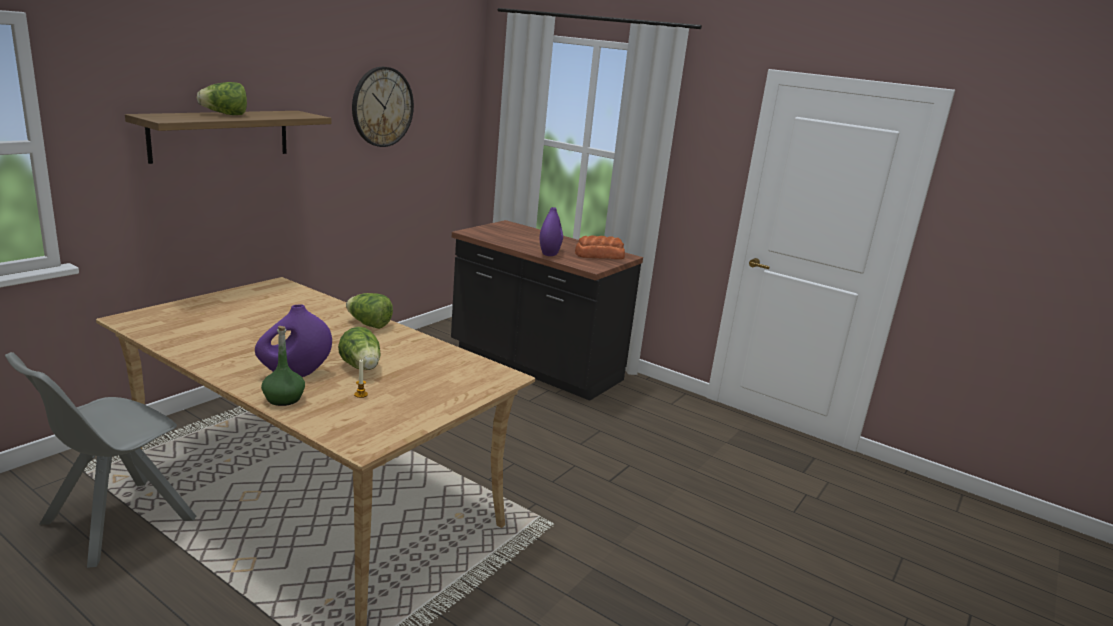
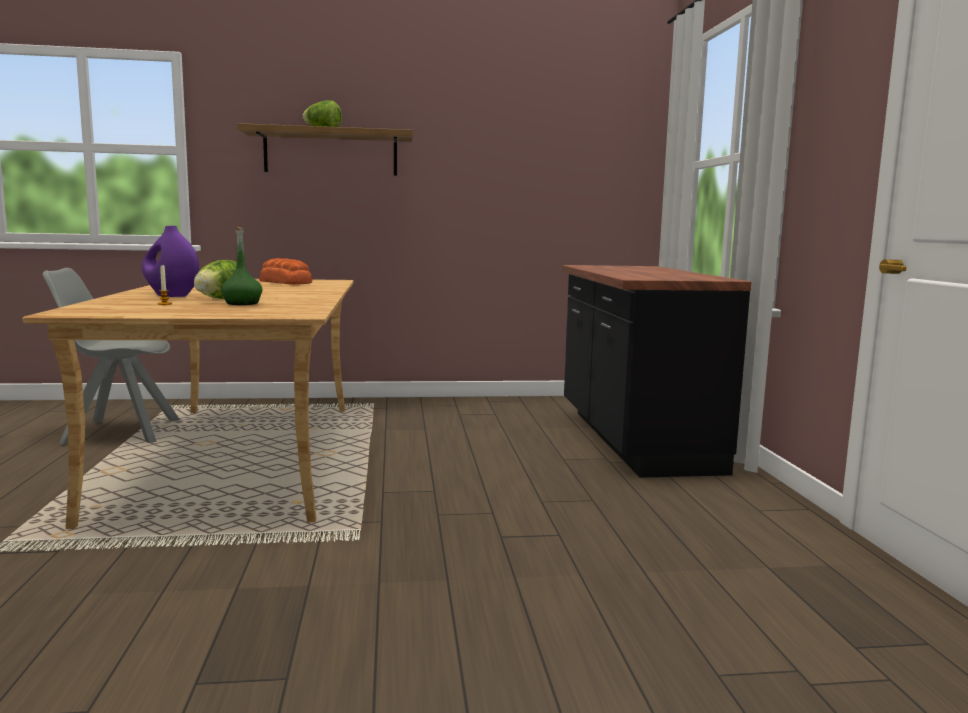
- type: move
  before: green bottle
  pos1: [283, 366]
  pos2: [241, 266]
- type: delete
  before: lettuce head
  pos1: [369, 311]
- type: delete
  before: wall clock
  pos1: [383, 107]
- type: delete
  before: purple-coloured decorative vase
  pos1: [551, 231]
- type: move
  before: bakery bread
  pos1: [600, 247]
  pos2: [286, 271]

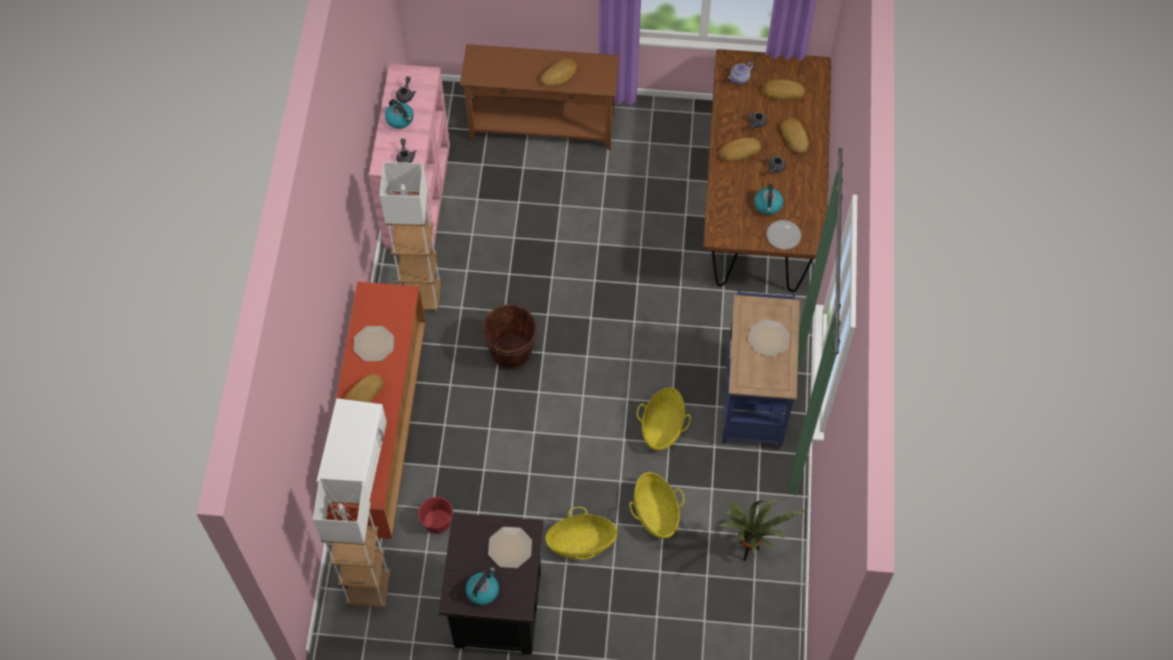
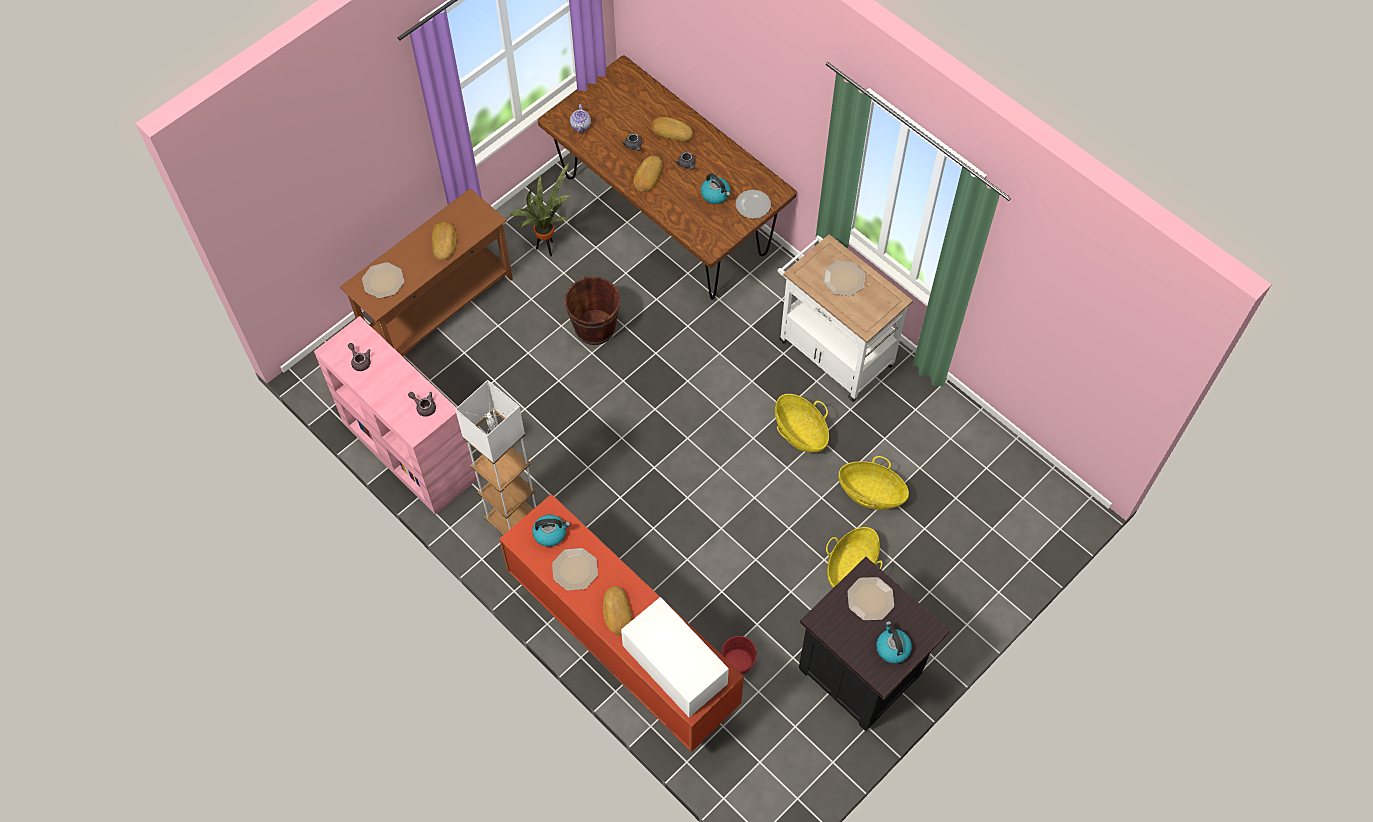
- type: delete
  before: white standing lamp
  pos1: [352, 543]
- type: move
  before: tea kettle
  pos1: [399, 114]
  pos2: [551, 531]
- type: move
  before: brown pail
  pos1: [509, 337]
  pos2: [592, 310]
- type: move
  before: houseplant
  pos1: [762, 528]
  pos2: [540, 210]
- type: recolor
  before: blue trolley
  after: white trolley
  pos1: [760, 370]
  pos2: [845, 318]
- type: delete
  before: bakery bread
  pos1: [783, 89]
- type: insert
  after: dinner plate
  pos2: [383, 280]

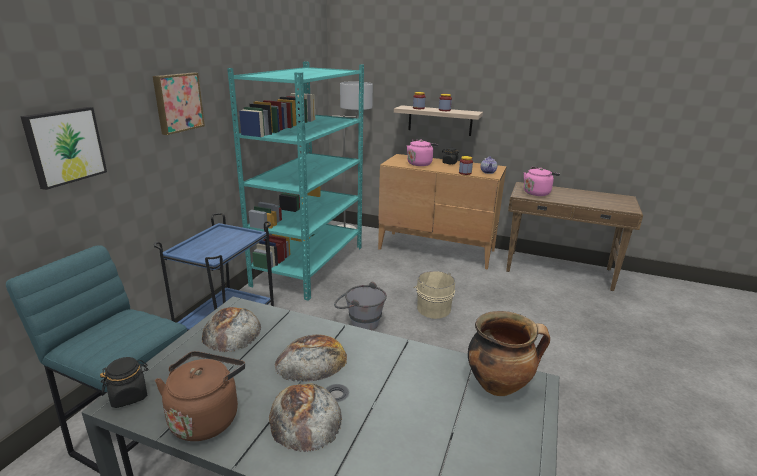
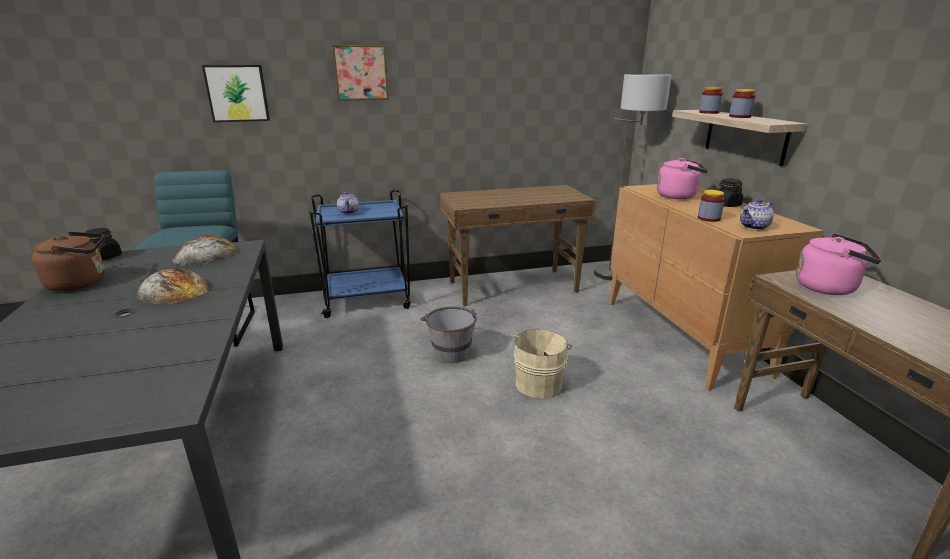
- type: replace
  before: blue-green shelving unit
  after: brown hall table
  pos1: [295, 181]
  pos2: [518, 245]
- type: delete
  before: bakery bread
  pos1: [305, 417]
- type: delete
  before: stockpot
  pos1: [509, 353]
- type: insert
  after: teapot
  pos2: [348, 203]

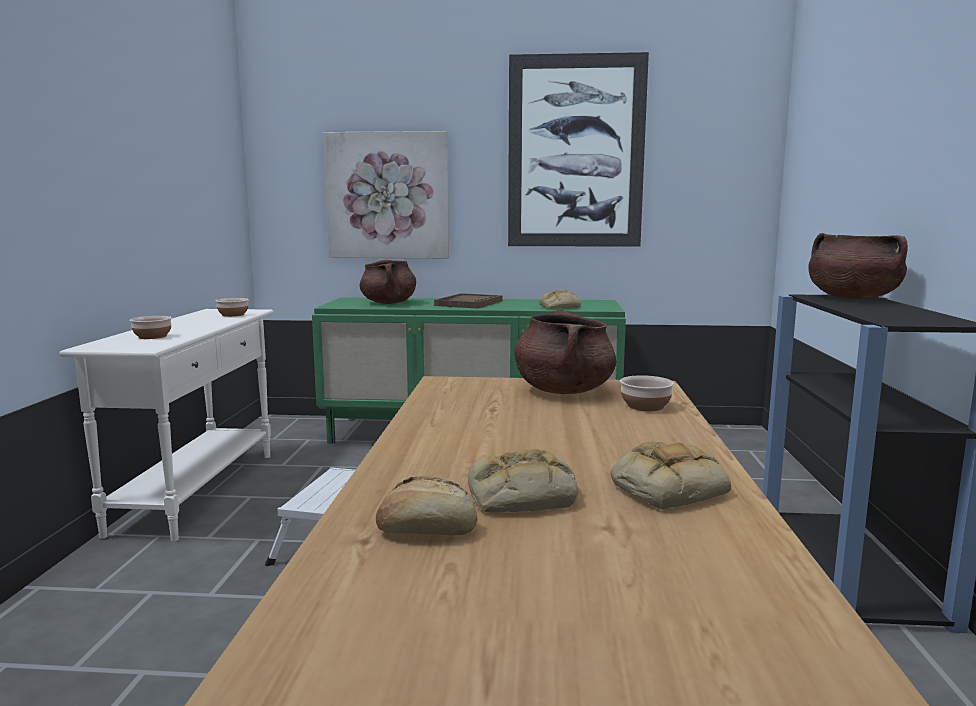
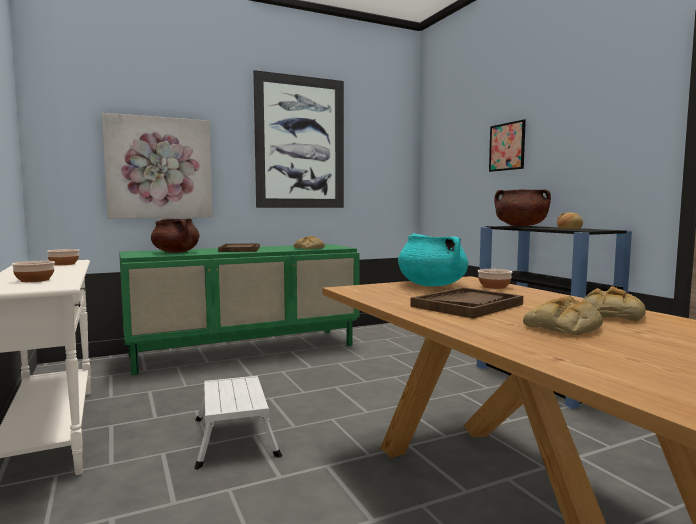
- type: move
  before: bakery bread
  pos1: [426, 505]
  pos2: [570, 220]
- type: recolor
  before: brown stockpot
  after: blue-green stockpot
  pos1: [565, 352]
  pos2: [433, 259]
- type: insert
  after: brown tray
  pos2: [467, 303]
- type: insert
  after: wall art
  pos2: [507, 145]

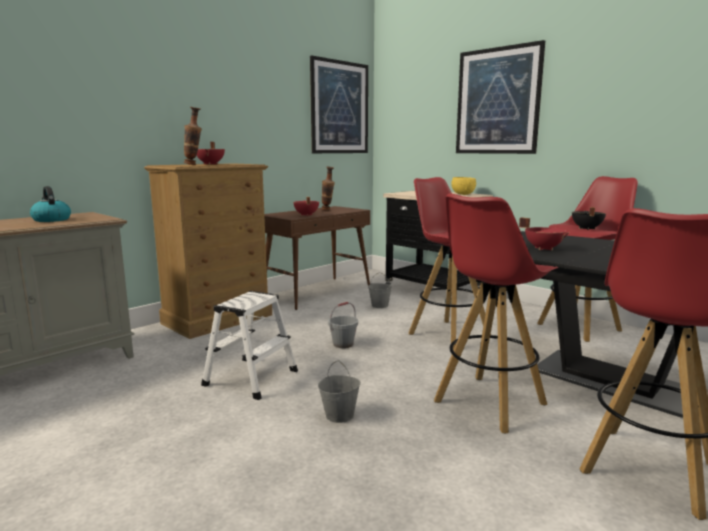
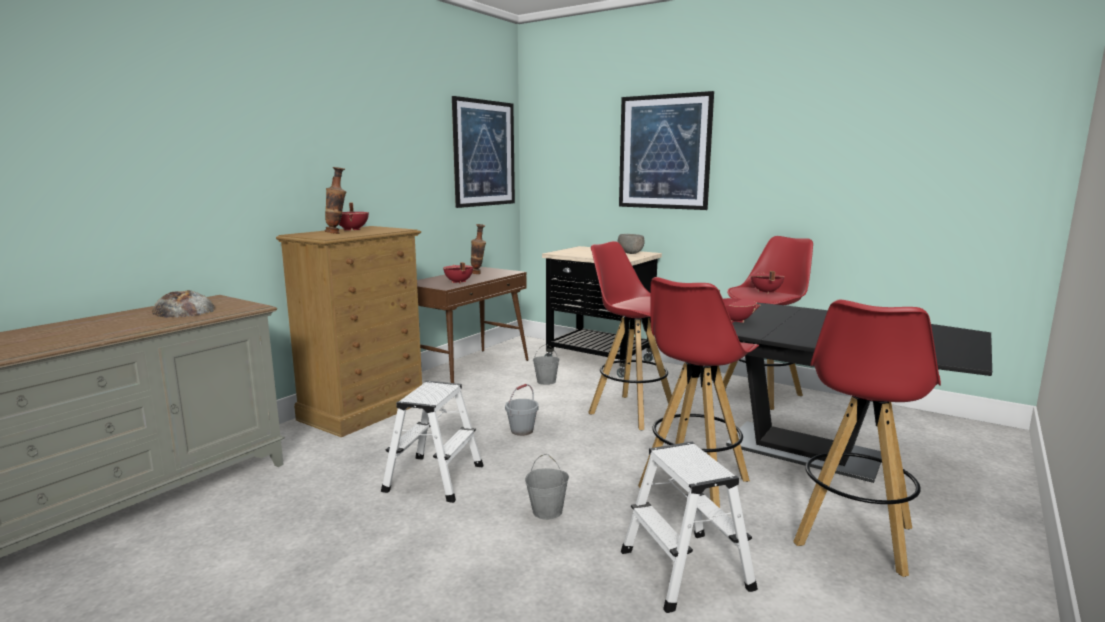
- type: replace
  before: tea kettle
  after: bakery bread
  pos1: [50, 204]
  pos2: [183, 304]
- type: recolor
  before: yellowish serving bowl
  after: gray serving bowl
  pos1: [463, 186]
  pos2: [631, 244]
- type: recolor
  before: blackish stockpot
  after: reddish stockpot
  pos1: [589, 218]
  pos2: [767, 282]
- type: insert
  after: white step ladder
  pos2: [689, 527]

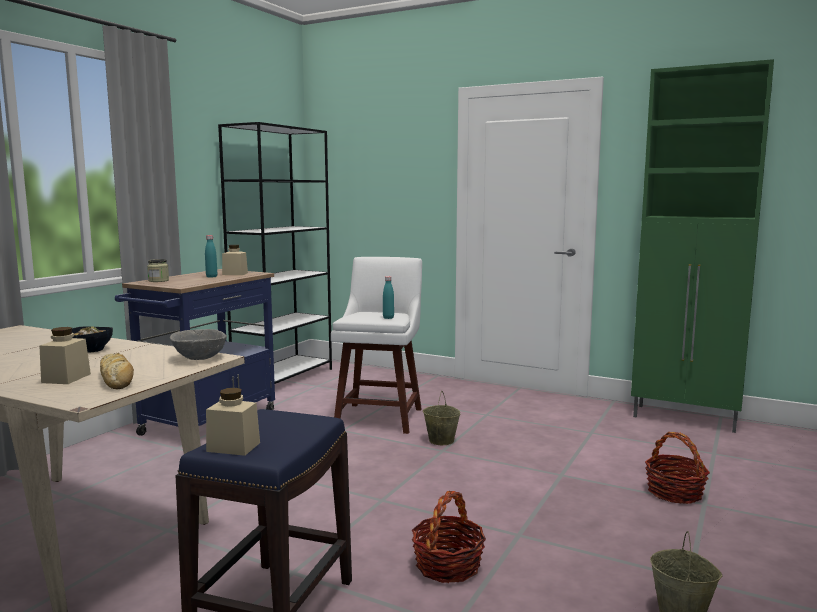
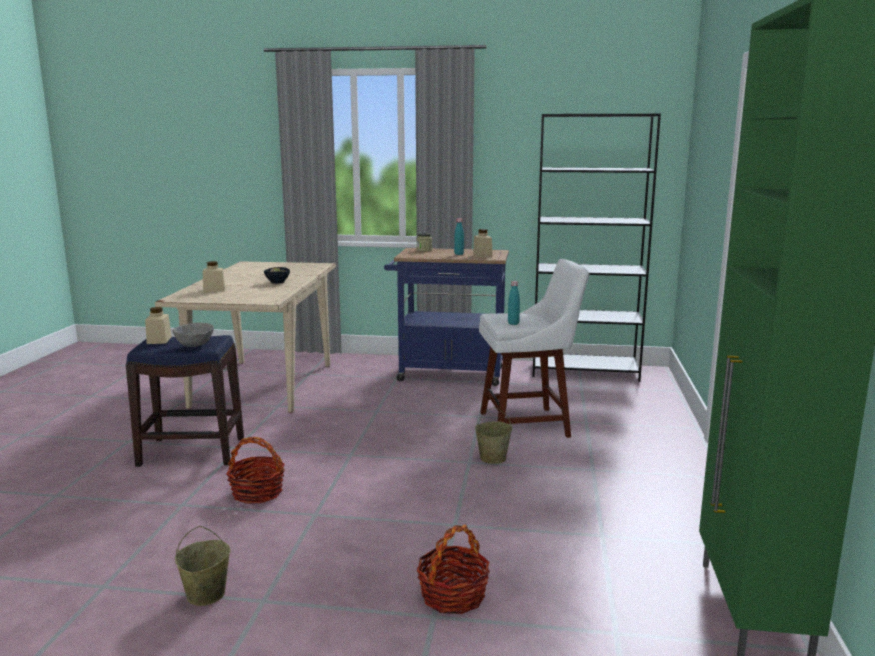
- type: delete
  before: bakery bread
  pos1: [117, 371]
- type: move
  before: gray serving bowl
  pos1: [198, 344]
  pos2: [193, 334]

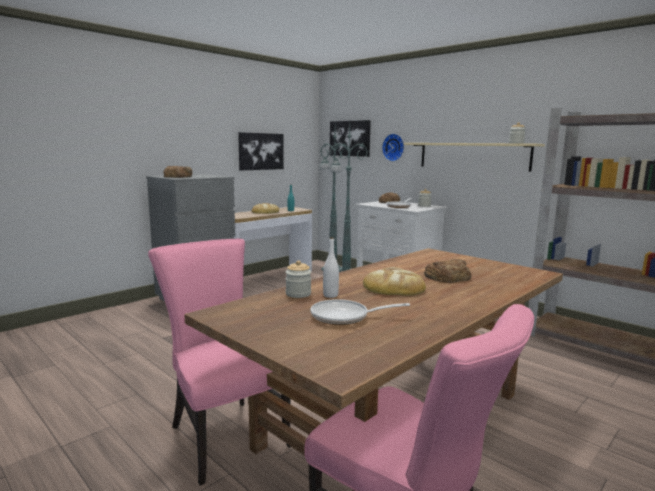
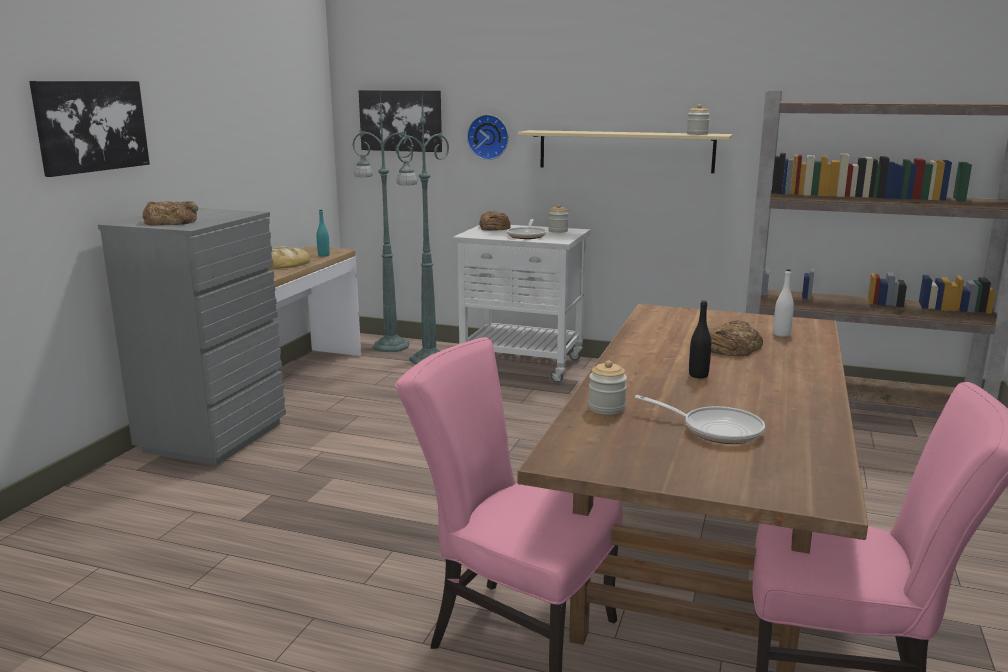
- type: move
  before: wall art
  pos1: [261, 151]
  pos2: [89, 129]
- type: rotate
  before: skillet
  pos1: [360, 312]
  pos2: [700, 419]
  turn: -120
- type: move
  before: white bottle
  pos1: [331, 267]
  pos2: [783, 303]
- type: replace
  before: bakery bread
  after: blackish bottle
  pos1: [394, 281]
  pos2: [700, 339]

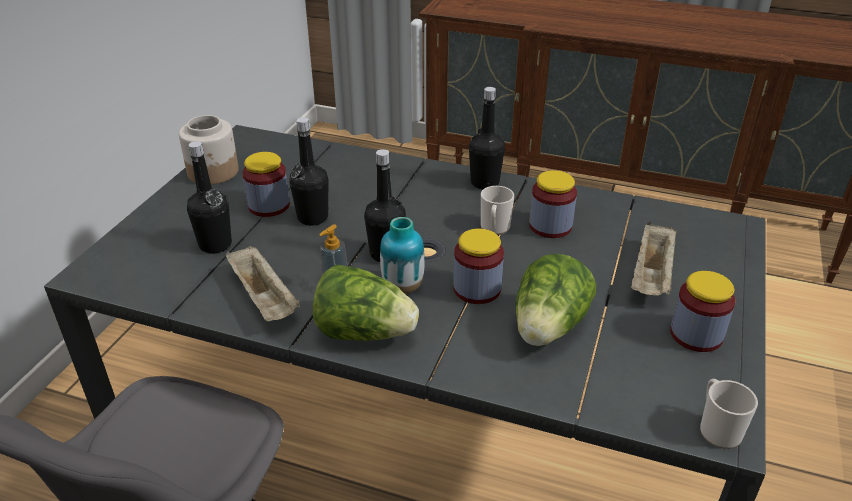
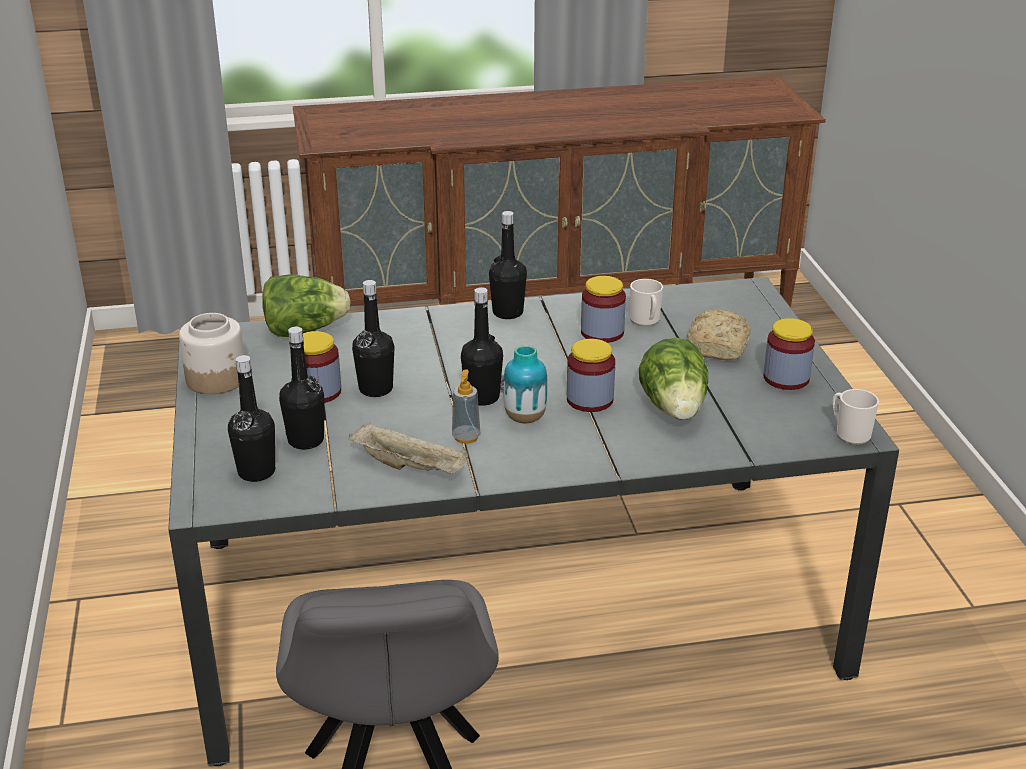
- type: move
  before: lettuce head
  pos1: [366, 303]
  pos2: [306, 306]
- type: move
  before: coffee mug
  pos1: [497, 210]
  pos2: [646, 302]
- type: replace
  before: beige-coloured tray
  after: bakery bread
  pos1: [654, 258]
  pos2: [719, 335]
- type: insert
  after: blackish bottle
  pos2: [251, 418]

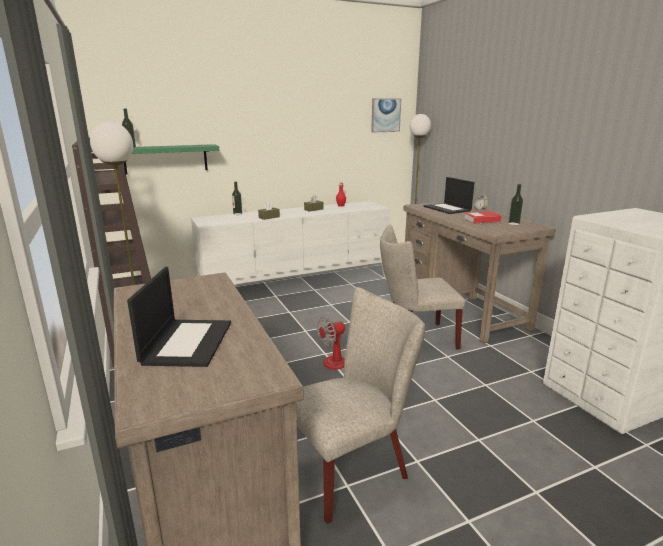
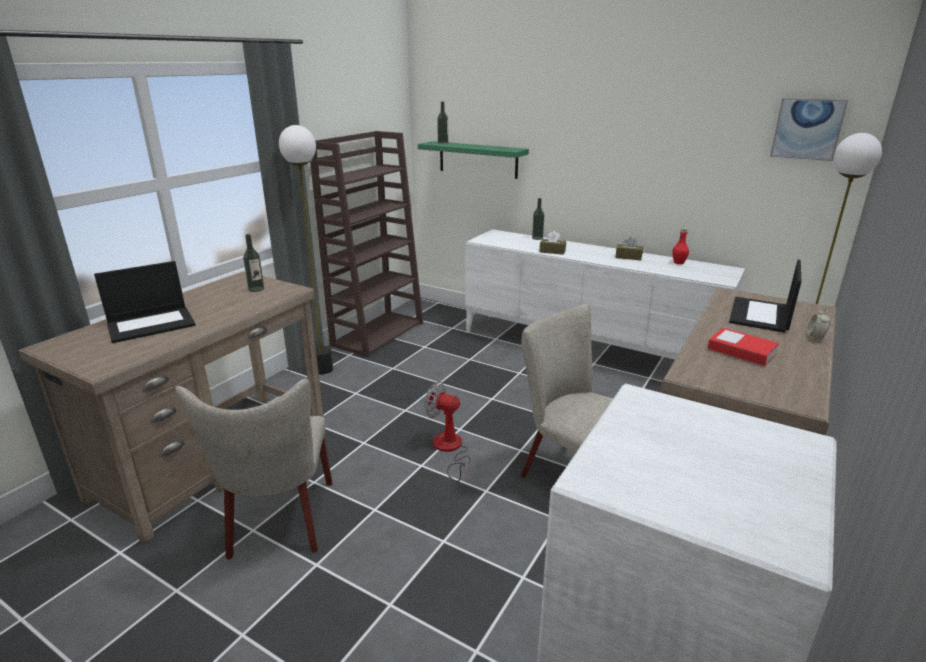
- type: rotate
  before: beige-coloured plain chair
  pos1: [360, 405]
  pos2: [253, 469]
  turn: 60
- type: move
  before: bottle
  pos1: [515, 204]
  pos2: [253, 263]

